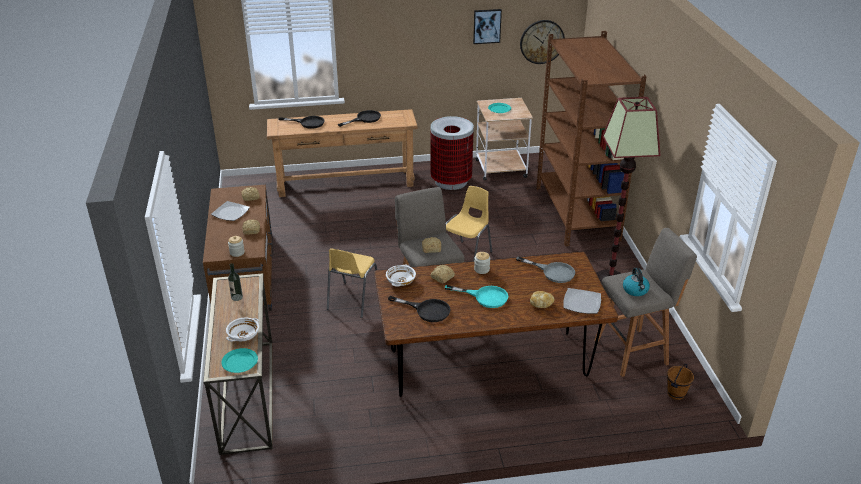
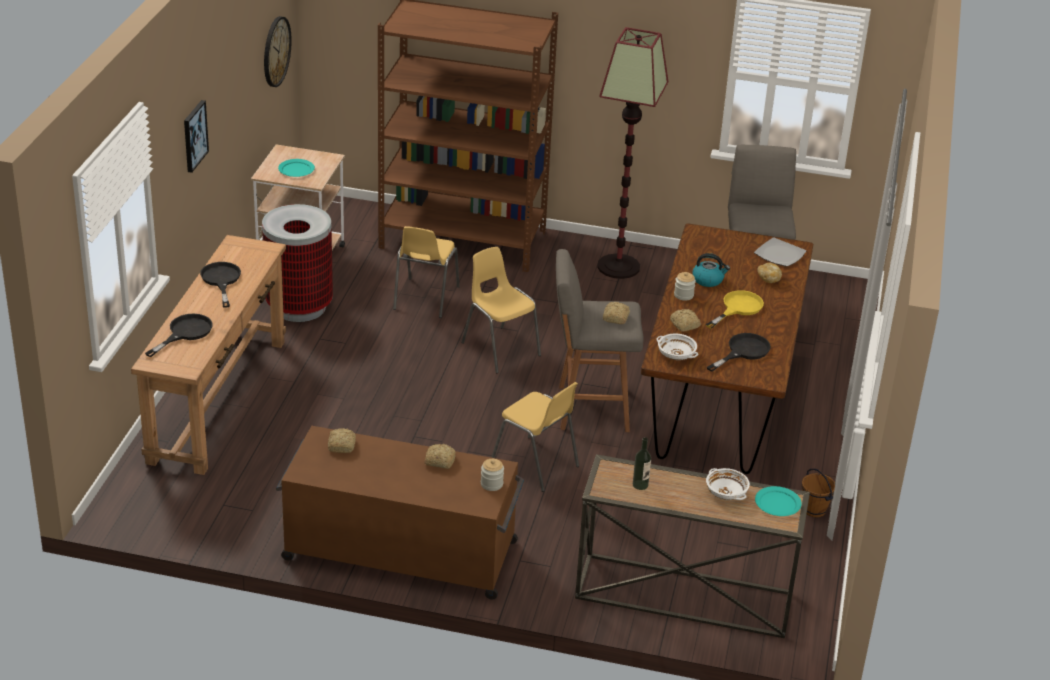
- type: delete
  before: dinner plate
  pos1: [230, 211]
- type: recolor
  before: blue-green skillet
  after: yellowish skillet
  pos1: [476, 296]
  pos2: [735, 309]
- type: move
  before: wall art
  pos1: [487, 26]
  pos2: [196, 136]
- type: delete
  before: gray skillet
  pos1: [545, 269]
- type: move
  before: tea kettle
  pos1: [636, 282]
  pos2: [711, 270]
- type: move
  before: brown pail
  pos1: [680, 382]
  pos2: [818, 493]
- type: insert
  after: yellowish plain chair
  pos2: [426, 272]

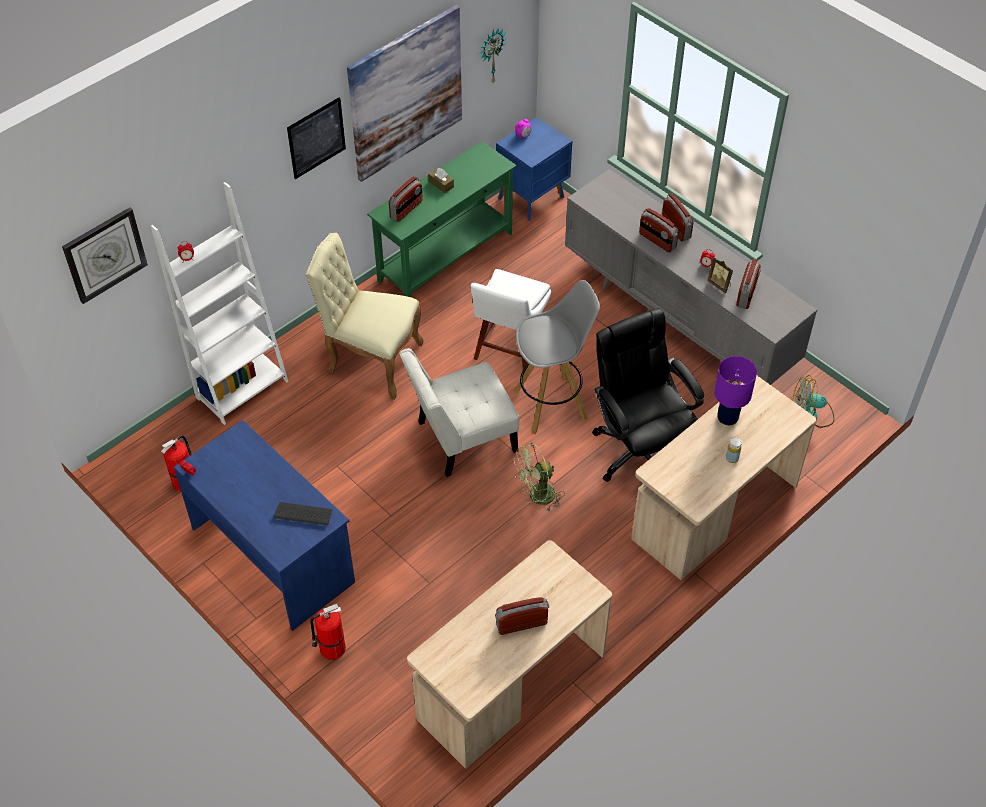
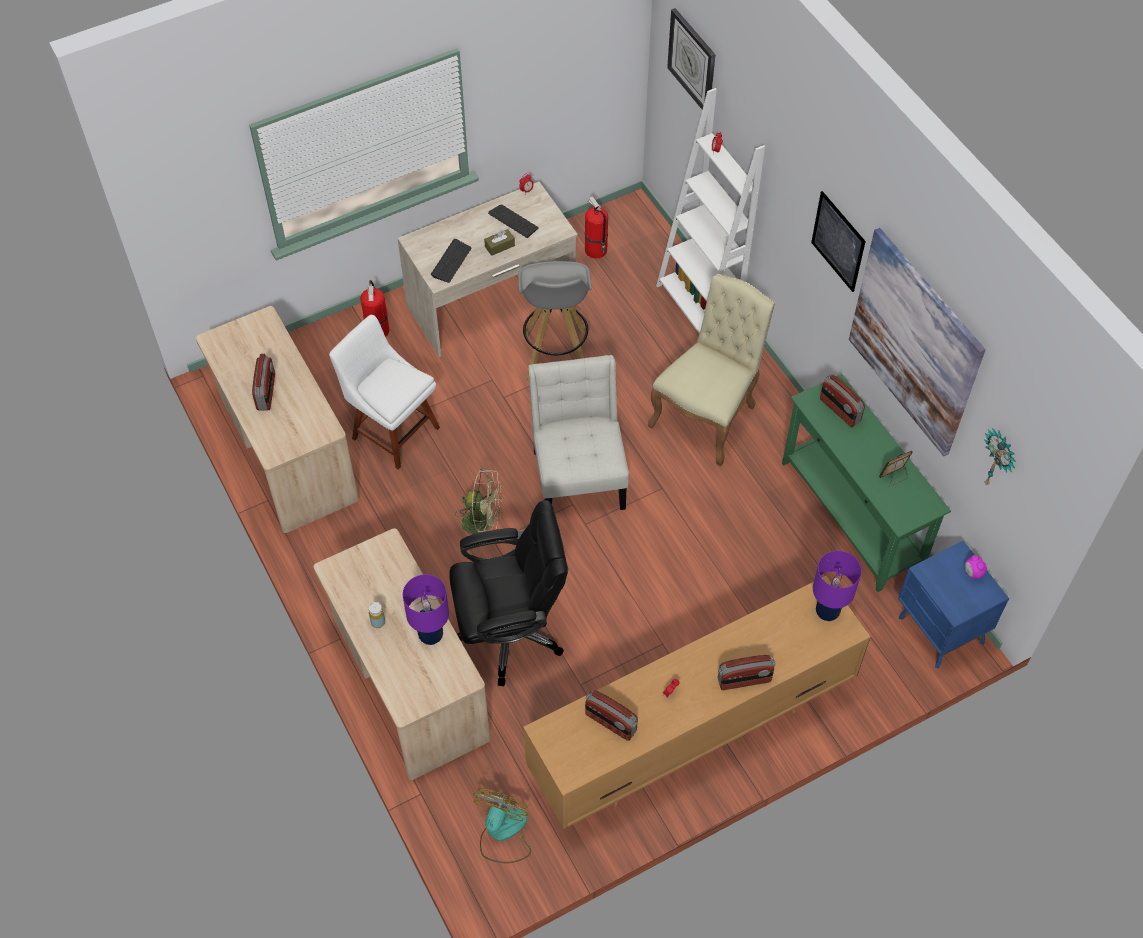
- type: recolor
  before: blue desk
  after: beige-coloured desk
  pos1: [264, 525]
  pos2: [488, 269]
- type: move
  before: brown tissue holder
  pos1: [441, 180]
  pos2: [499, 242]
- type: move
  before: white plain chair
  pos1: [511, 319]
  pos2: [384, 392]
- type: move
  before: gray stool
  pos1: [556, 357]
  pos2: [554, 320]
- type: rotate
  before: green cooling fan
  pos1: [539, 478]
  pos2: [479, 502]
  turn: 105
- type: recolor
  before: gray storage cabinet
  after: brown storage cabinet
  pos1: [691, 277]
  pos2: [697, 702]
- type: delete
  before: radio receiver
  pos1: [659, 230]
- type: move
  before: picture frame
  pos1: [720, 275]
  pos2: [895, 468]
- type: insert
  after: PC keyboard
  pos2: [513, 221]
- type: insert
  after: purple-coloured lamp for a table
  pos2: [837, 586]

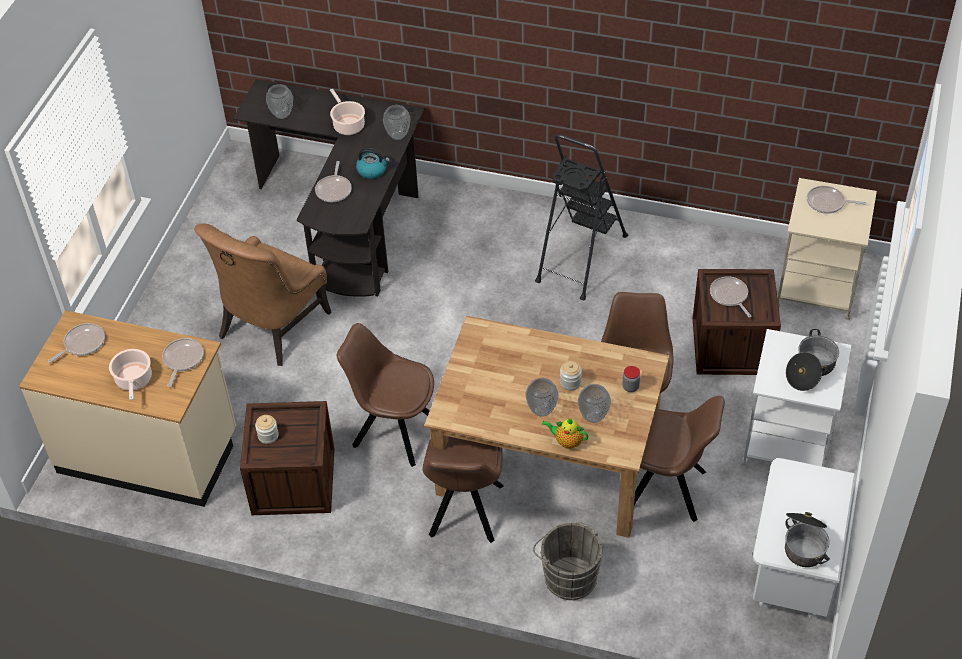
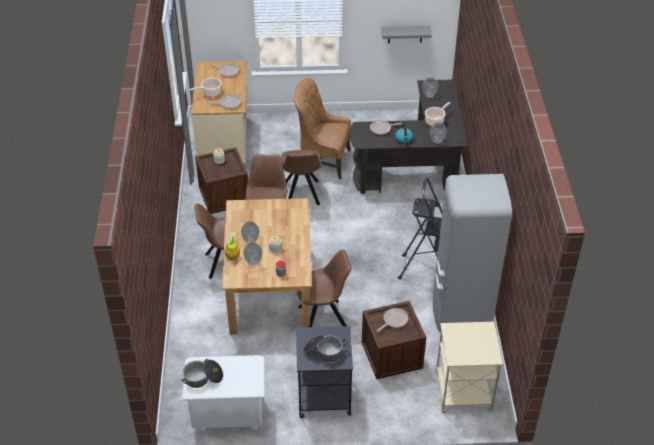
- type: delete
  before: gray pail
  pos1: [567, 561]
- type: move
  before: brown plain chair
  pos1: [679, 459]
  pos2: [302, 178]
- type: recolor
  before: white trolley
  after: blackish trolley
  pos1: [796, 398]
  pos2: [324, 372]
- type: delete
  before: skillet
  pos1: [836, 200]
- type: insert
  after: gray shelf
  pos2: [406, 34]
- type: insert
  after: gray kitchen fridge
  pos2: [472, 253]

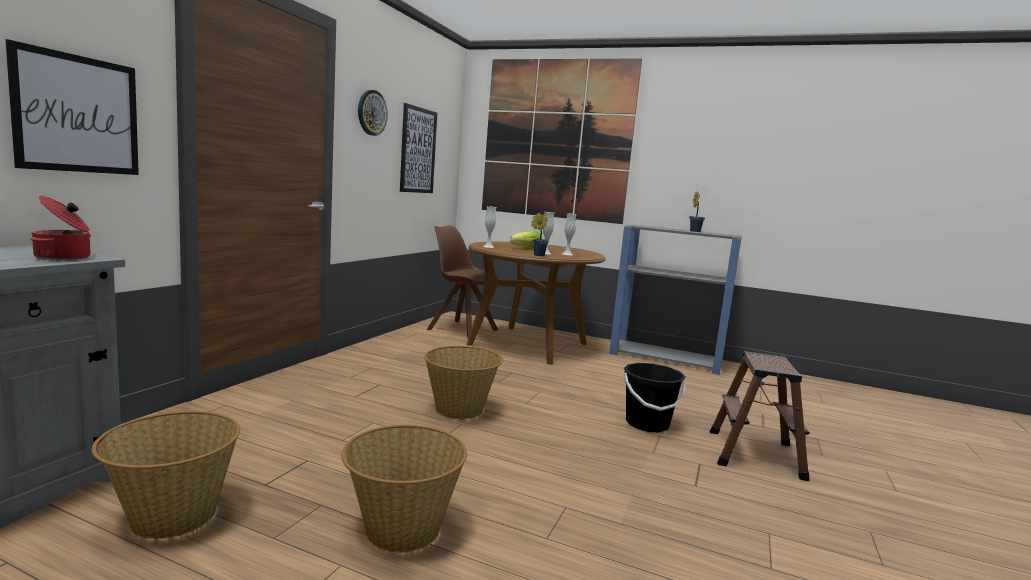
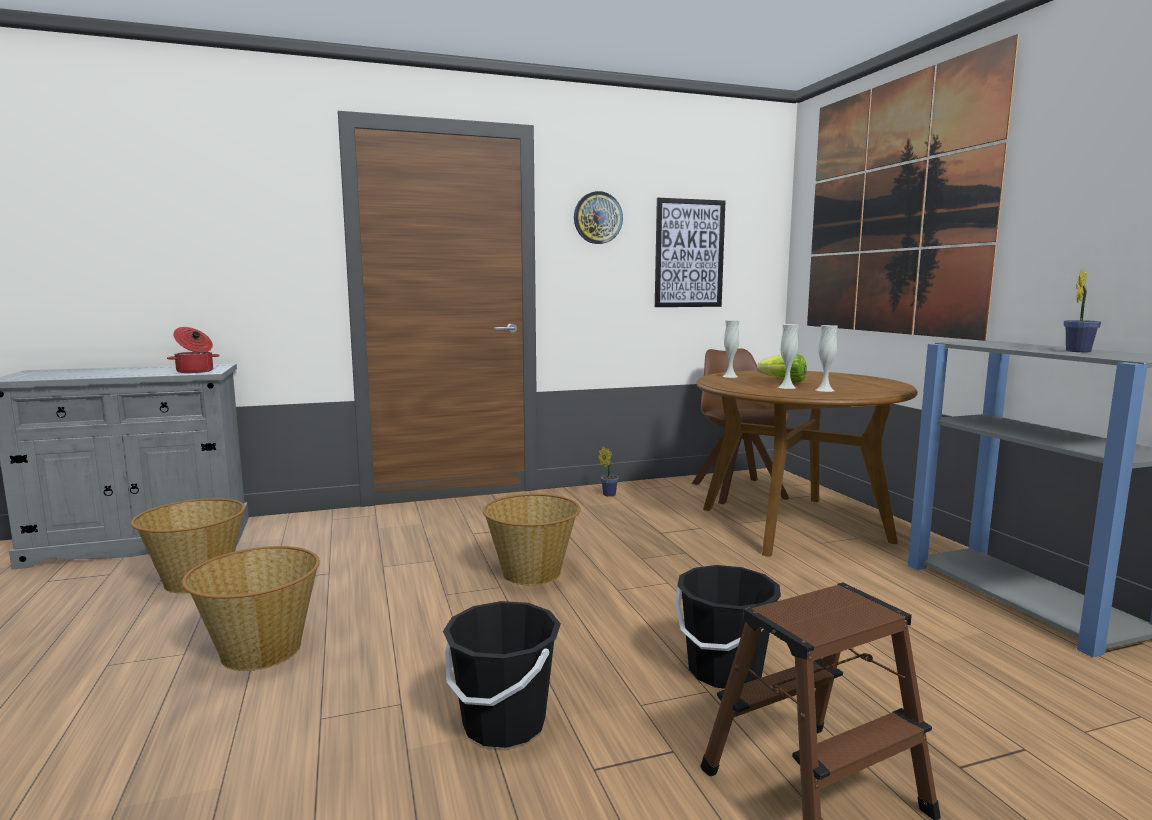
- type: delete
  before: wall art
  pos1: [72, 107]
- type: move
  before: houseplant
  pos1: [540, 234]
  pos2: [608, 471]
- type: insert
  after: blackish pail
  pos2: [502, 674]

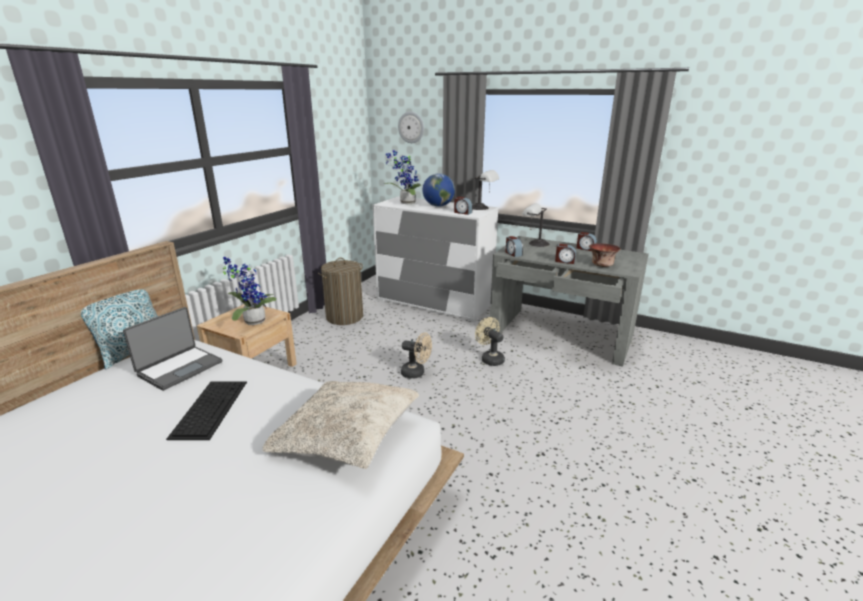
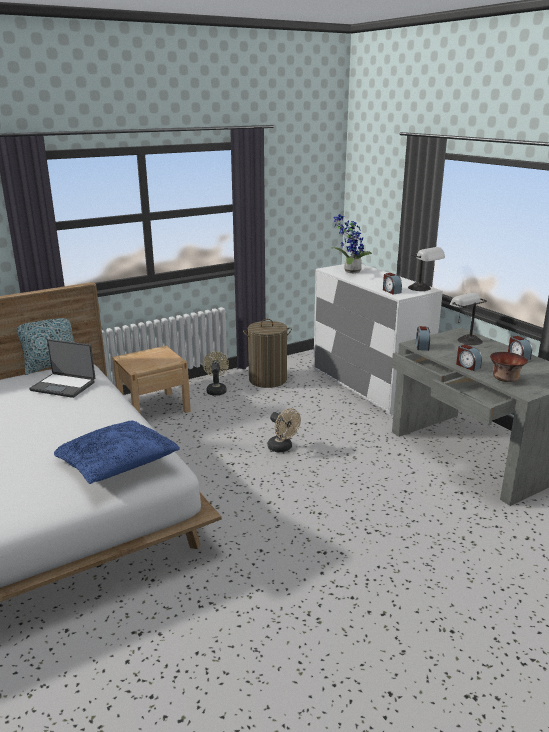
- type: rotate
  before: laptop
  pos1: [172, 349]
  pos2: [62, 368]
  turn: 45
- type: delete
  before: PC keyboard
  pos1: [206, 411]
- type: delete
  before: houseplant
  pos1: [249, 291]
- type: recolor
  before: beige-coloured throw pillow
  after: blue throw pillow
  pos1: [340, 425]
  pos2: [117, 452]
- type: delete
  before: wall clock
  pos1: [411, 127]
- type: delete
  before: desk globe
  pos1: [439, 190]
- type: move
  before: beige-coloured cooling fan
  pos1: [490, 341]
  pos2: [215, 373]

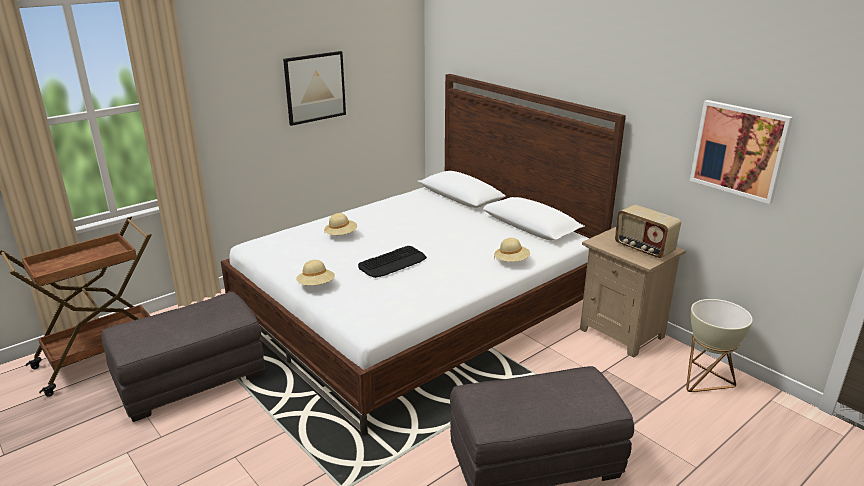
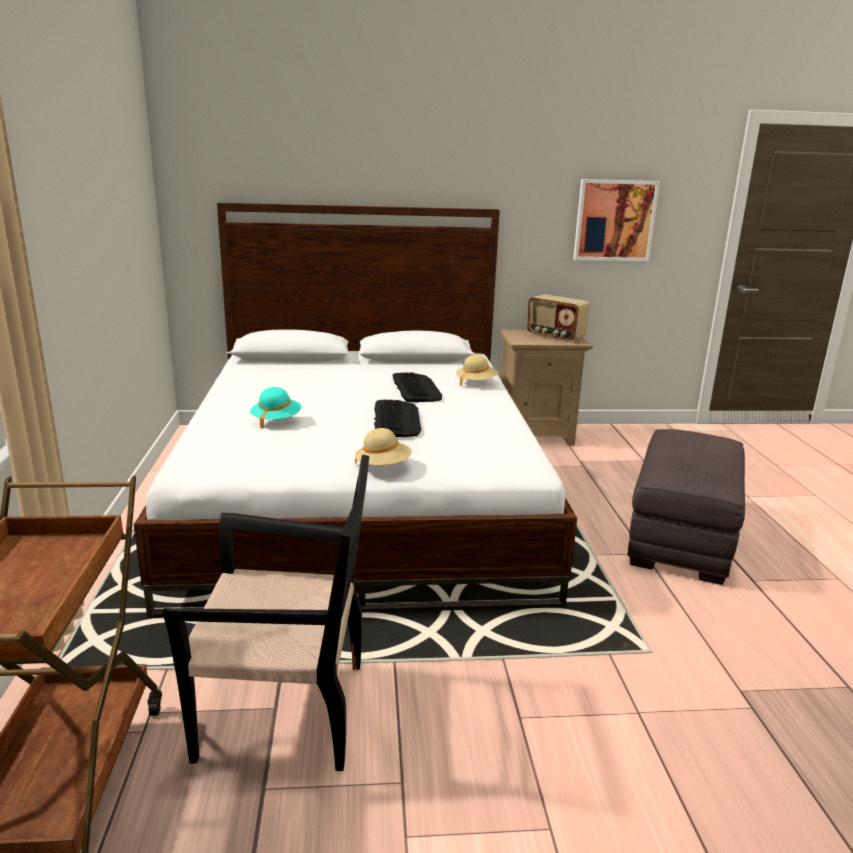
- type: replace
  before: gray ottoman
  after: blackish easy chair
  pos1: [183, 357]
  pos2: [265, 613]
- type: delete
  before: wall art
  pos1: [314, 88]
- type: recolor
  before: beige-coloured hat
  after: blue-green hat
  pos1: [340, 224]
  pos2: [276, 408]
- type: rotate
  before: radio receiver
  pos1: [648, 231]
  pos2: [558, 318]
  turn: 45
- type: delete
  before: planter
  pos1: [719, 345]
- type: insert
  after: PC keyboard
  pos2: [417, 387]

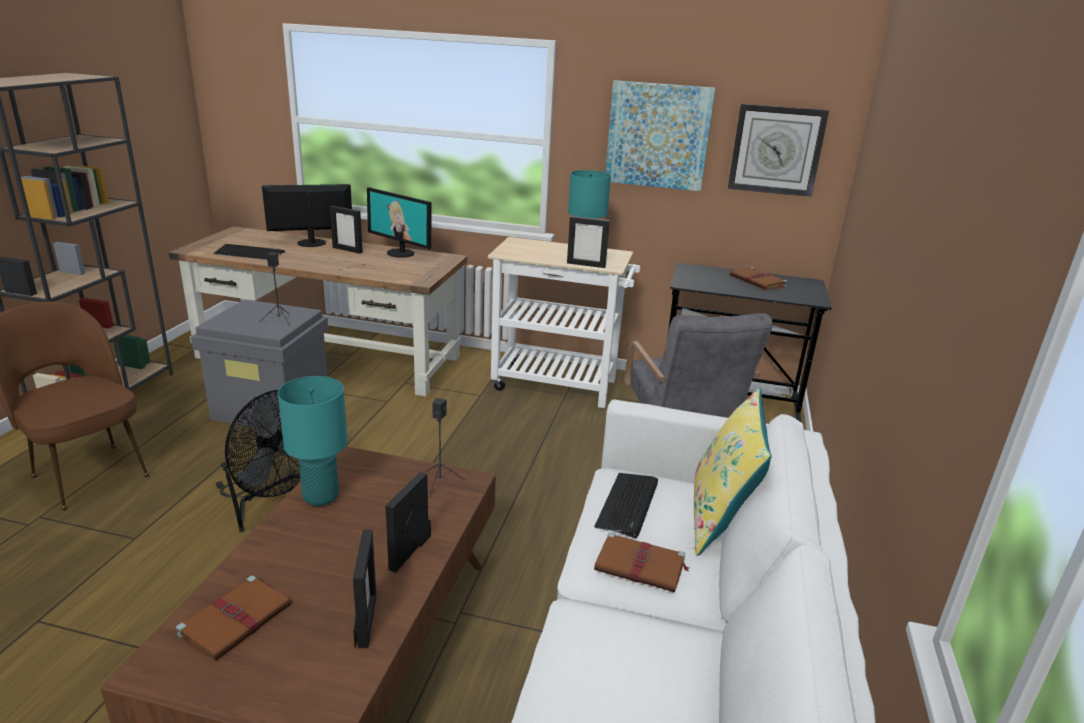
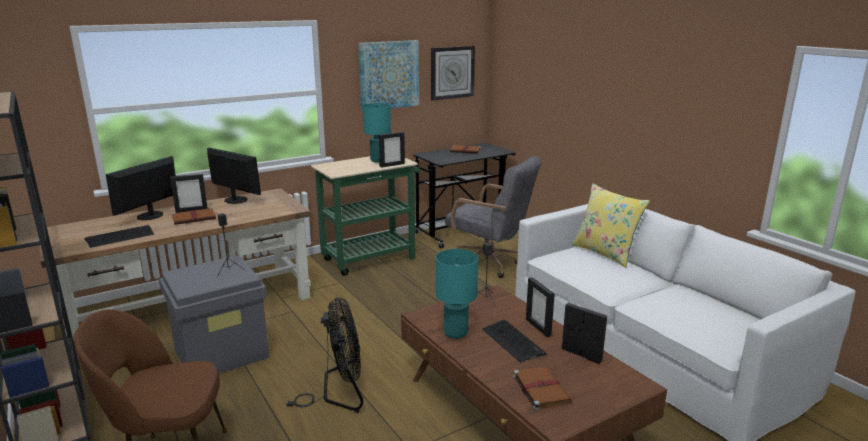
- type: rotate
  before: computer screen
  pos1: [399, 222]
  pos2: [234, 176]
  turn: -135
- type: recolor
  before: white trolley
  after: green trolley
  pos1: [564, 322]
  pos2: [365, 216]
- type: move
  before: PC keyboard
  pos1: [626, 505]
  pos2: [514, 341]
- type: move
  before: brown book
  pos1: [641, 562]
  pos2: [194, 216]

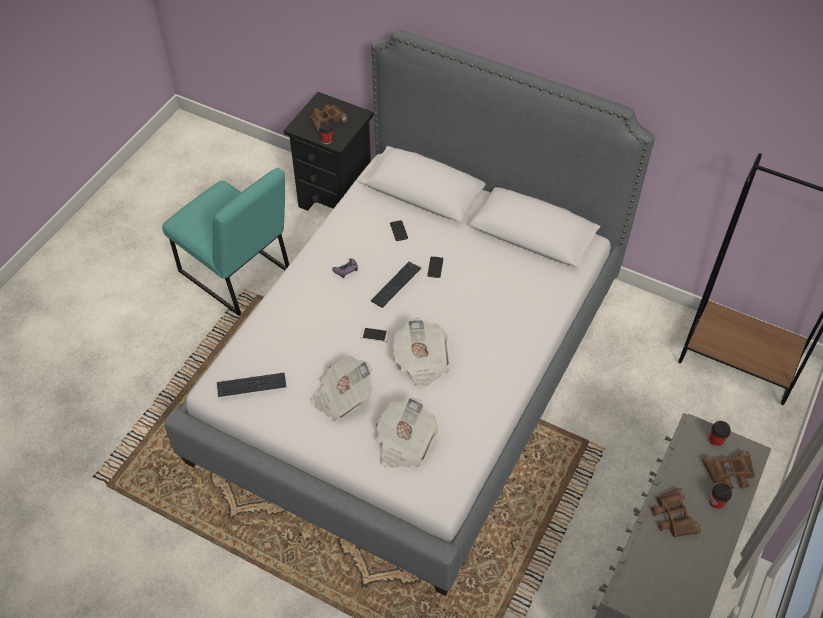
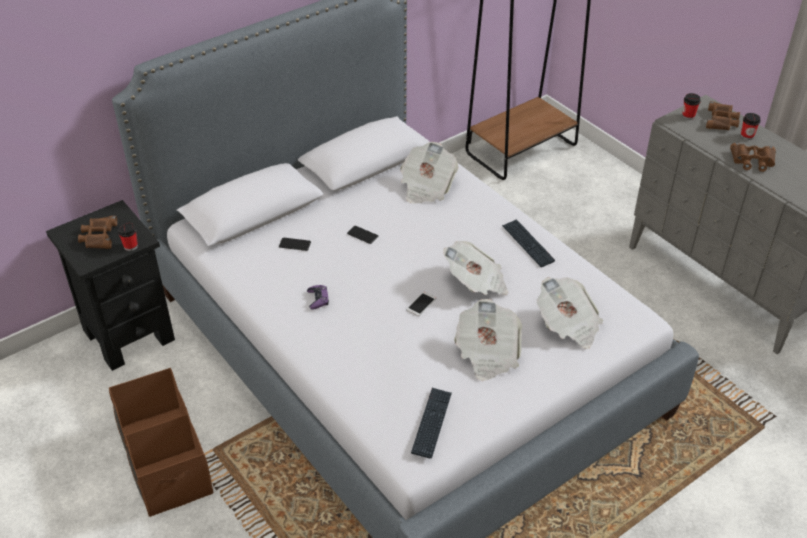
- type: replace
  before: blue-green plain chair
  after: brown storage box
  pos1: [225, 242]
  pos2: [161, 442]
- type: move
  before: PC keyboard
  pos1: [396, 285]
  pos2: [528, 243]
- type: insert
  after: daily paper
  pos2: [429, 173]

